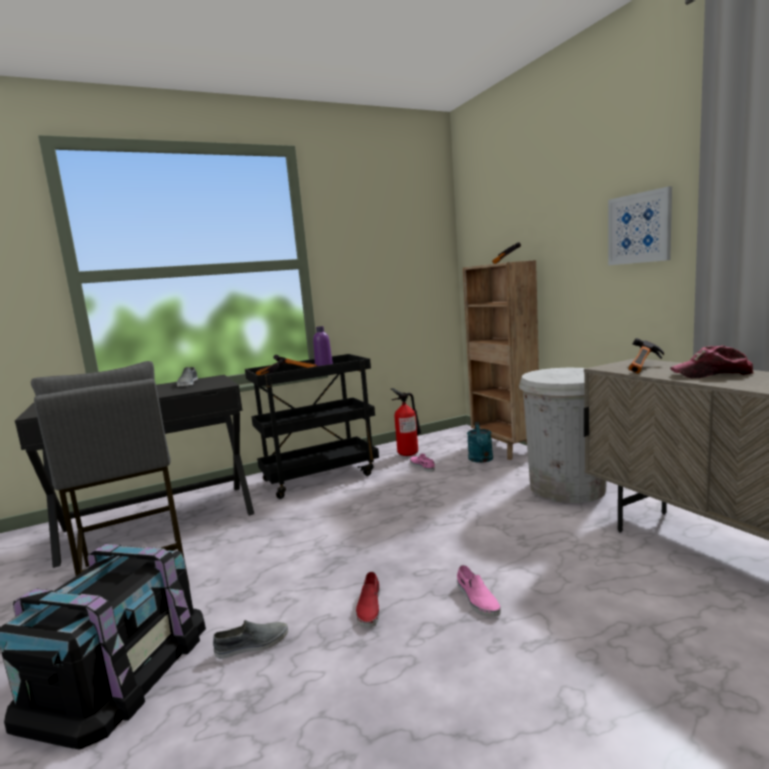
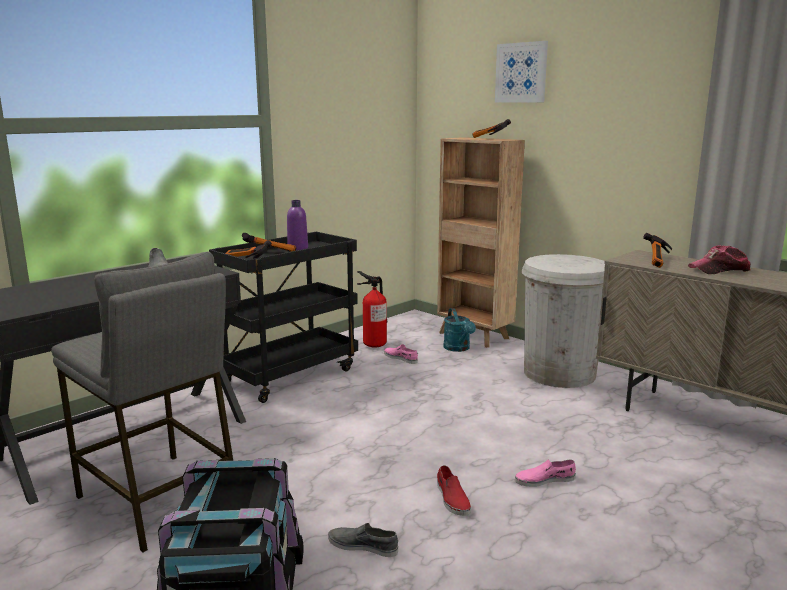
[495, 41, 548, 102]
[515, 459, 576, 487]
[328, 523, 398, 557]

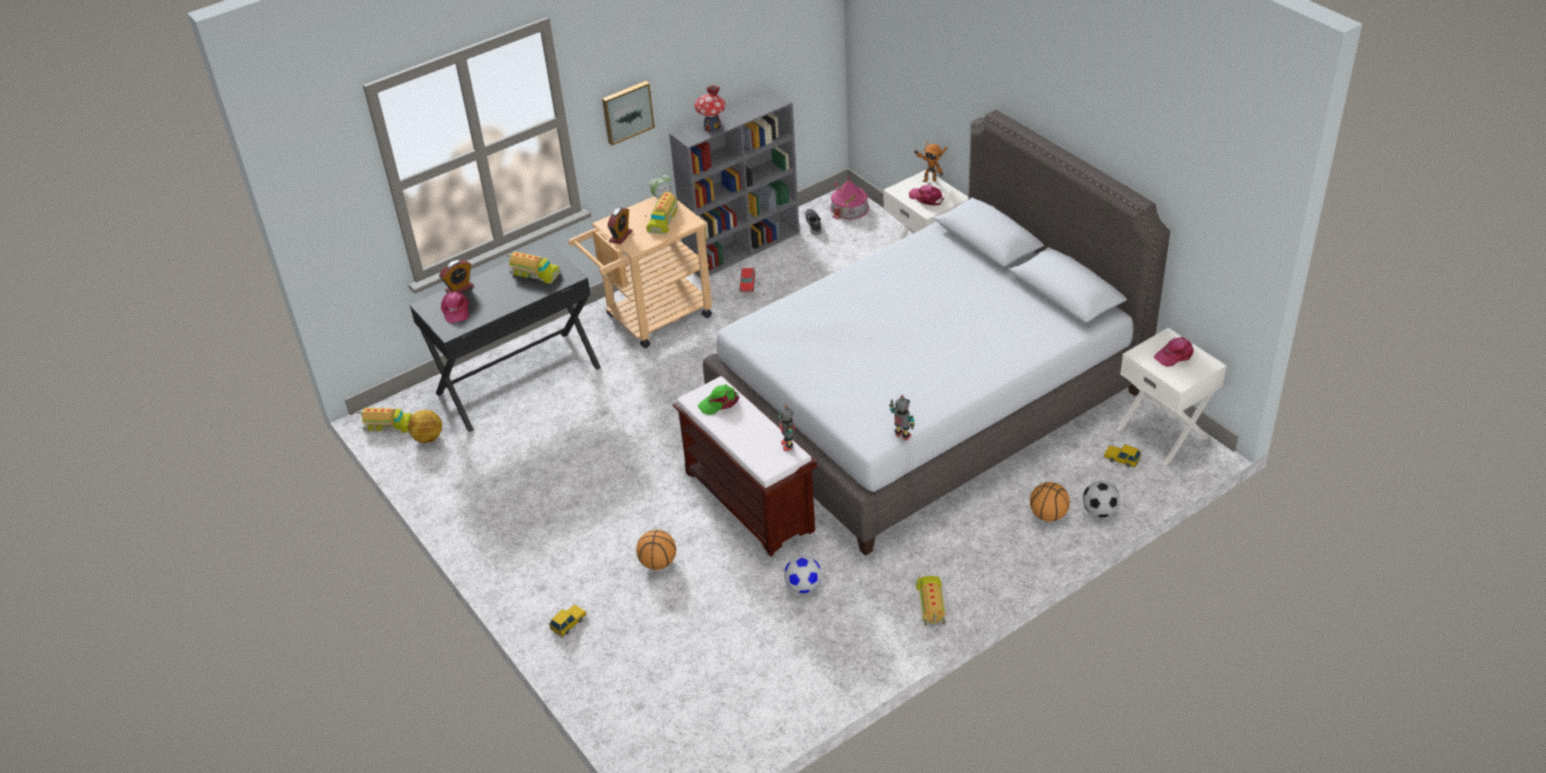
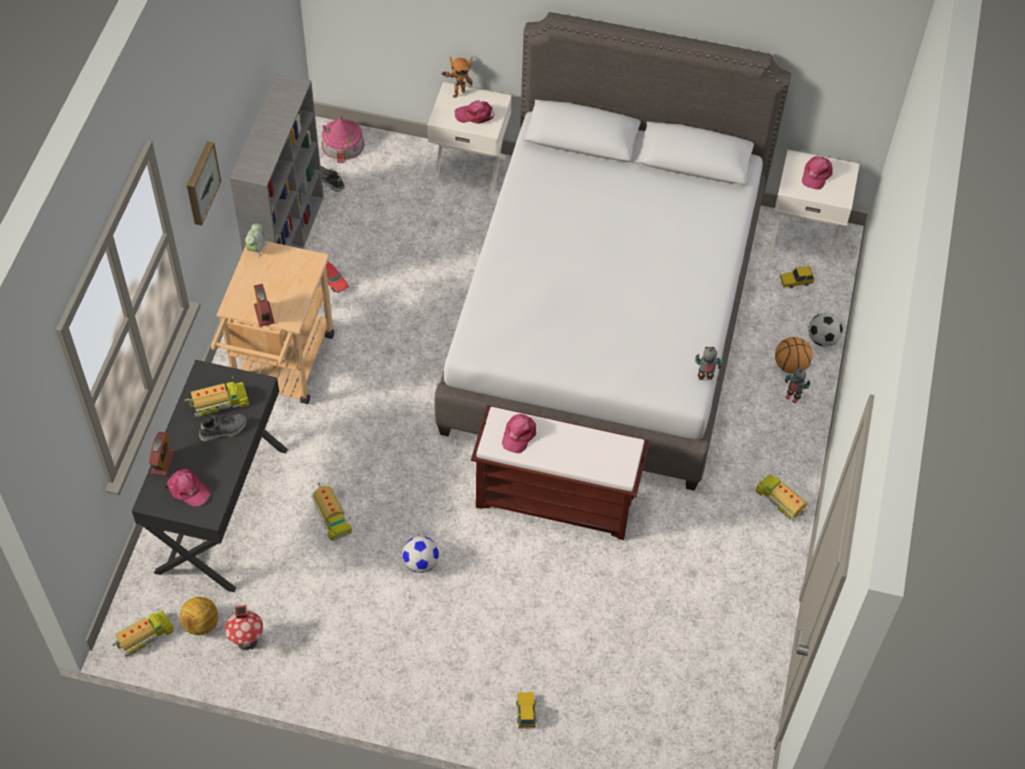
[225, 605, 263, 650]
[311, 483, 352, 541]
[502, 414, 536, 453]
[785, 368, 811, 404]
[636, 530, 676, 570] (first image)
[402, 536, 439, 573]
[199, 414, 246, 441]

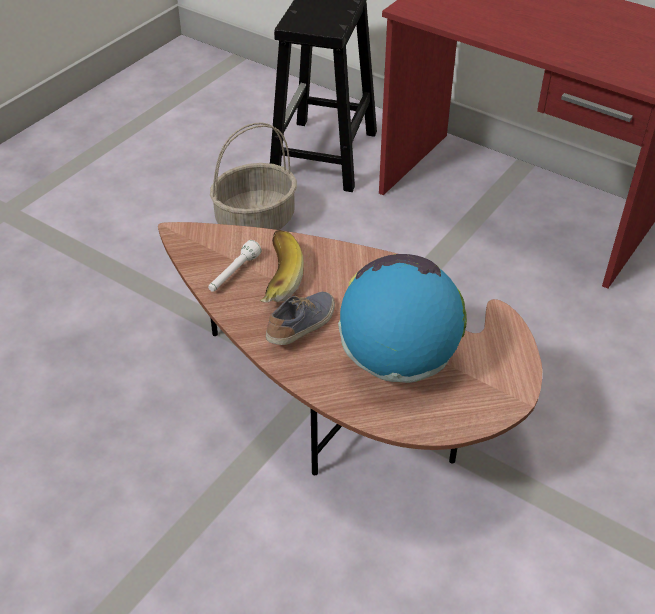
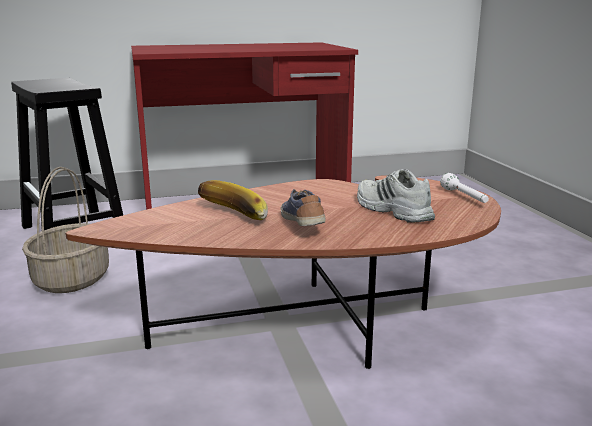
[440, 173, 489, 203]
[357, 169, 435, 223]

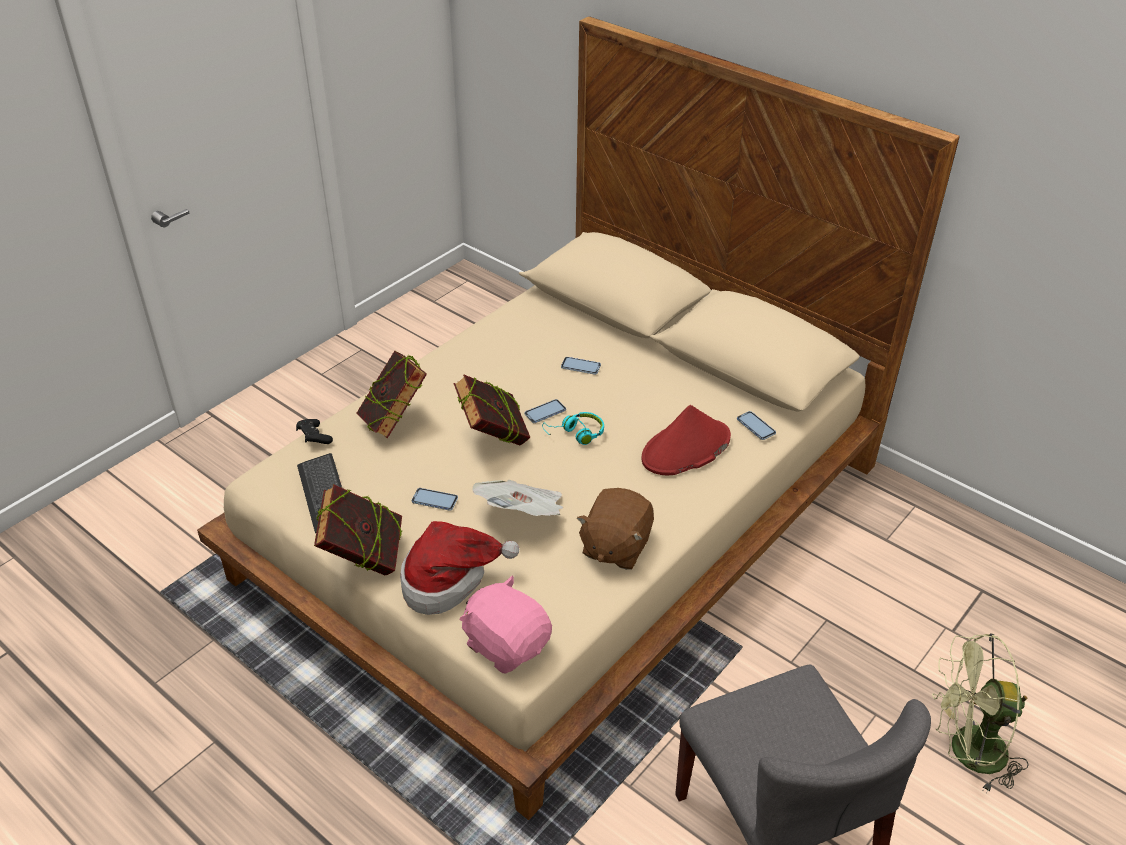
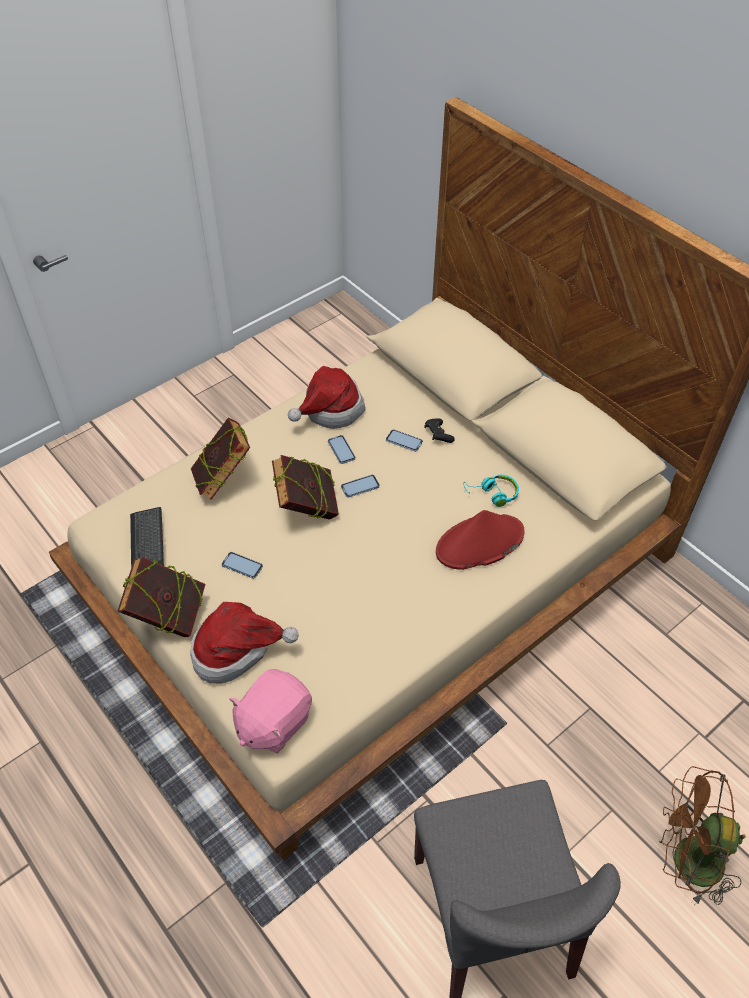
[328, 435, 356, 464]
[463, 474, 519, 507]
[424, 419, 455, 443]
[472, 480, 563, 516] (first image)
[576, 488, 654, 570] (first image)
[229, 669, 312, 754]
[659, 766, 746, 905]
[288, 366, 365, 429]

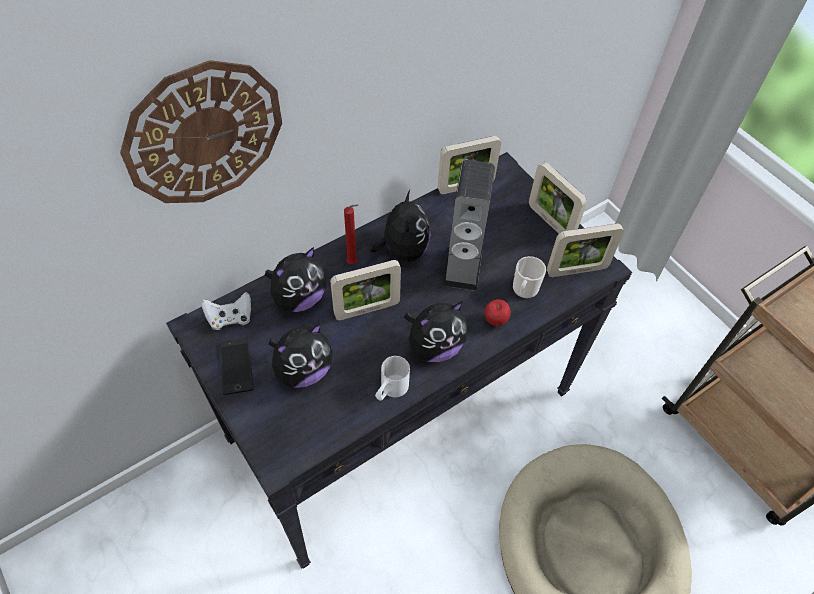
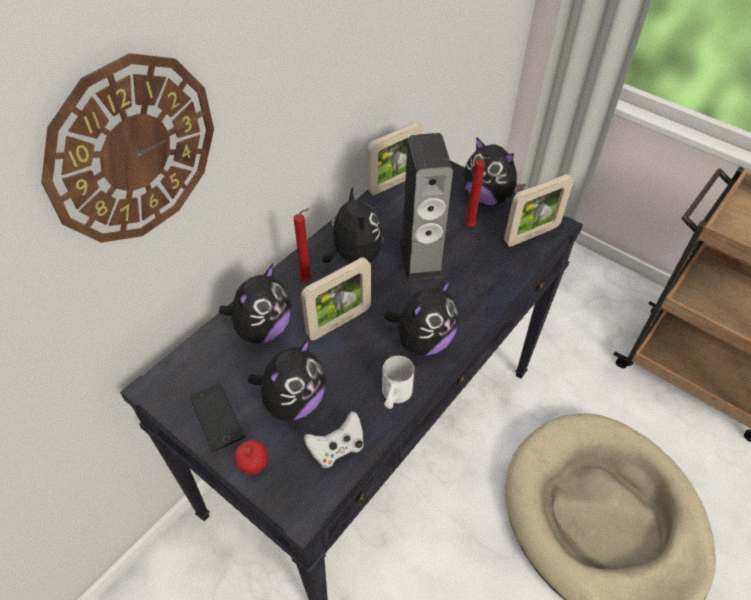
[463, 138, 526, 205]
[513, 256, 546, 299] (first image)
[304, 411, 364, 468]
[234, 440, 268, 475]
[465, 157, 491, 227]

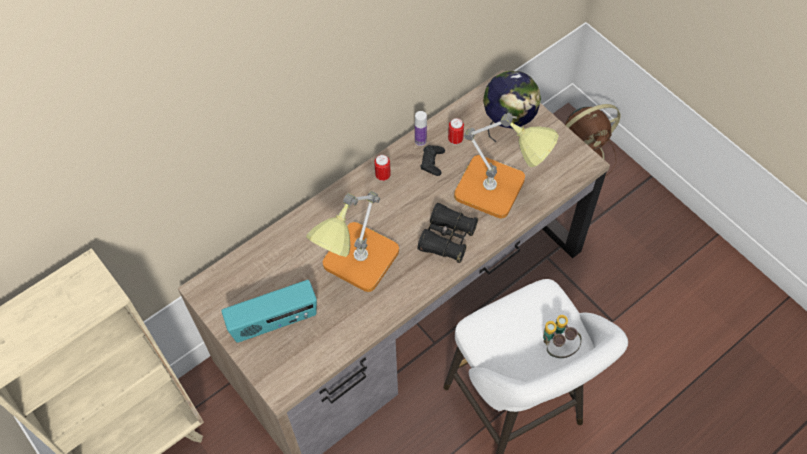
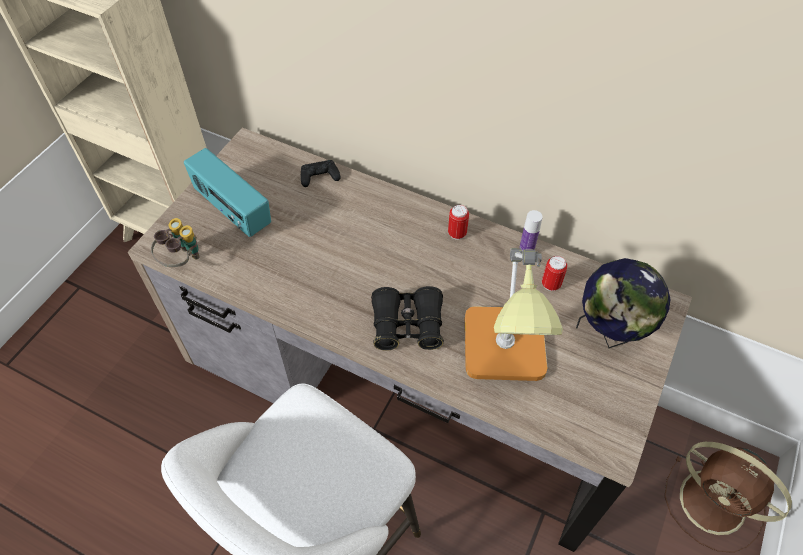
[301, 160, 341, 187]
[306, 191, 399, 292] (first image)
[151, 218, 200, 267]

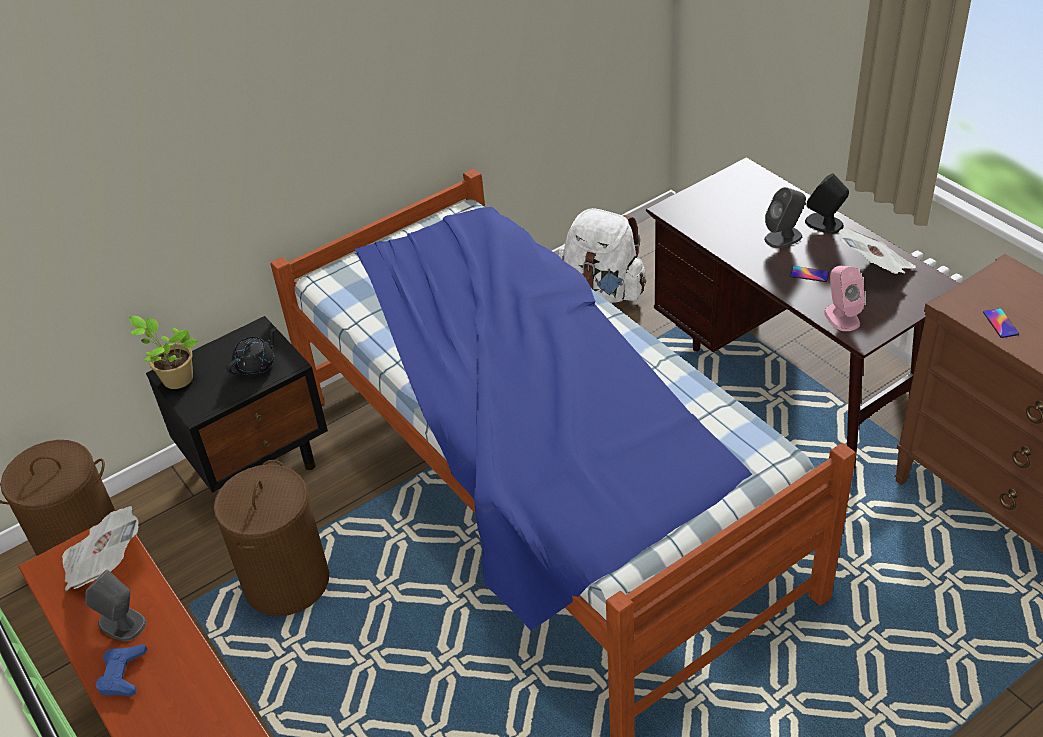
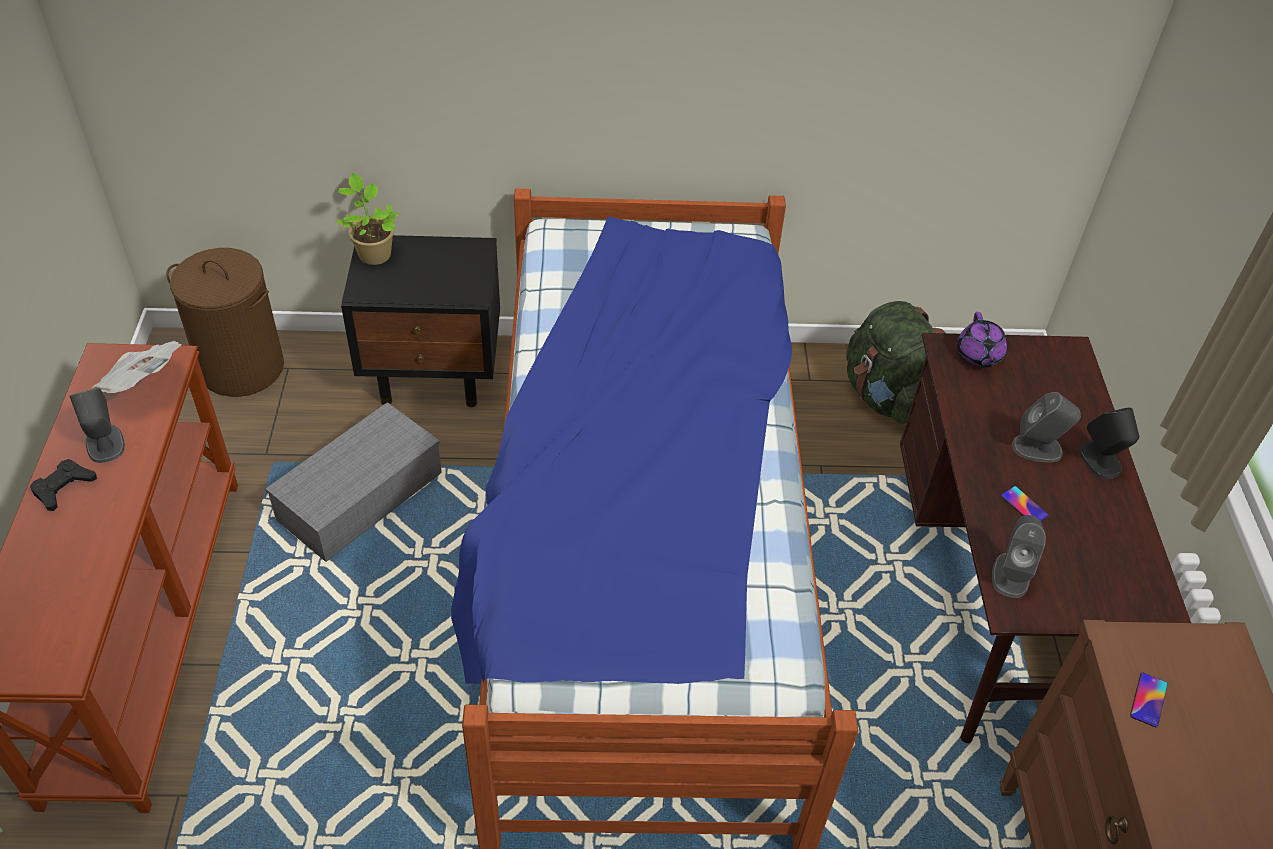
[846, 301, 945, 424]
[839, 228, 916, 274] (first image)
[992, 515, 1046, 598]
[226, 327, 276, 376] (first image)
[266, 402, 442, 562]
[30, 459, 97, 511]
[957, 312, 1007, 367]

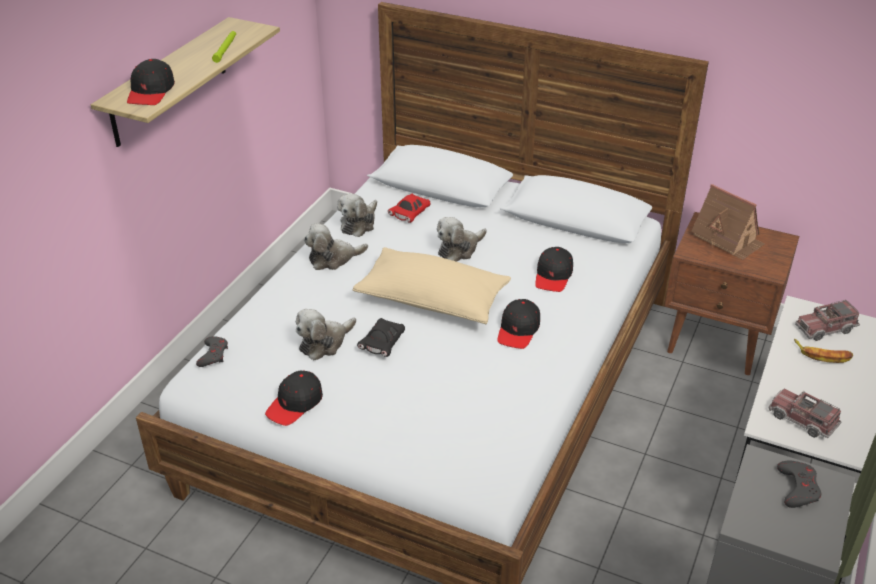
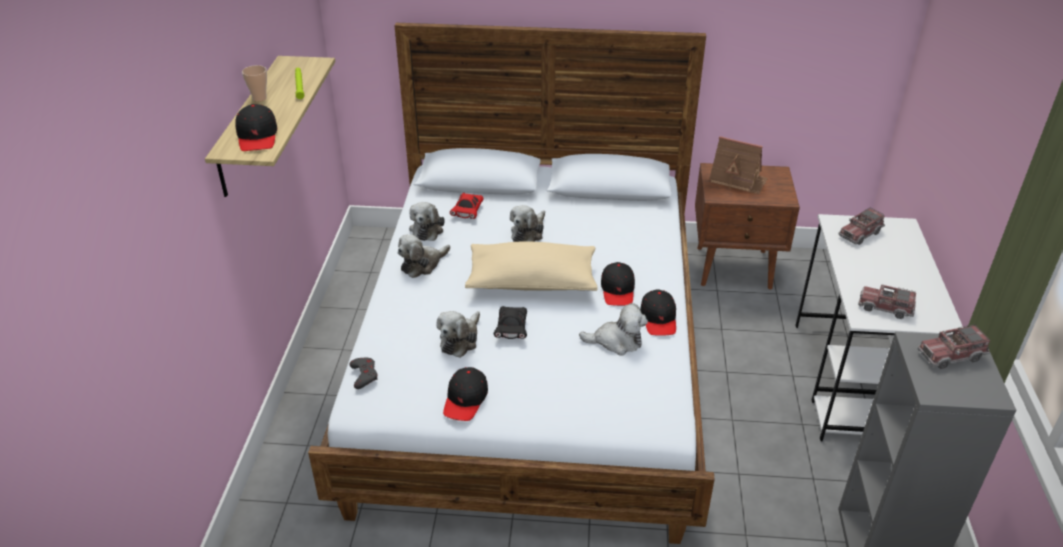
[640, 289, 676, 336]
[794, 339, 853, 363] (first image)
[917, 324, 990, 369]
[242, 65, 267, 102]
[579, 303, 648, 356]

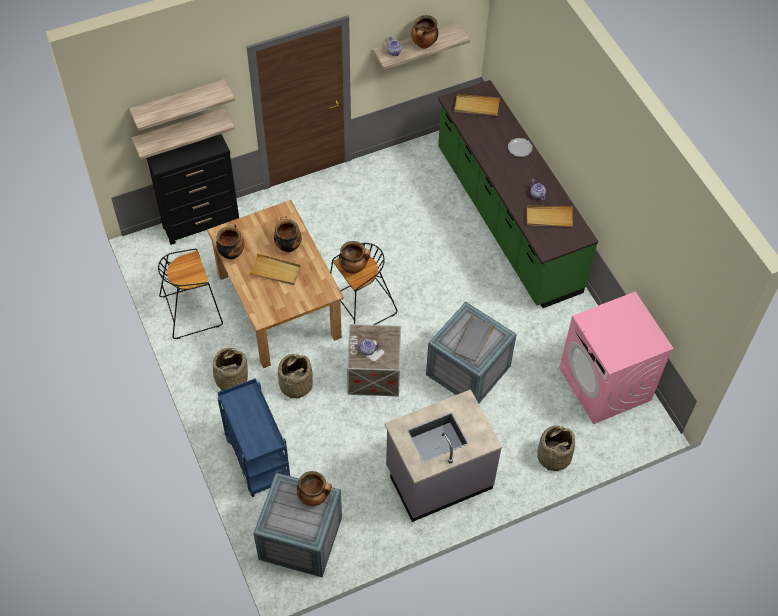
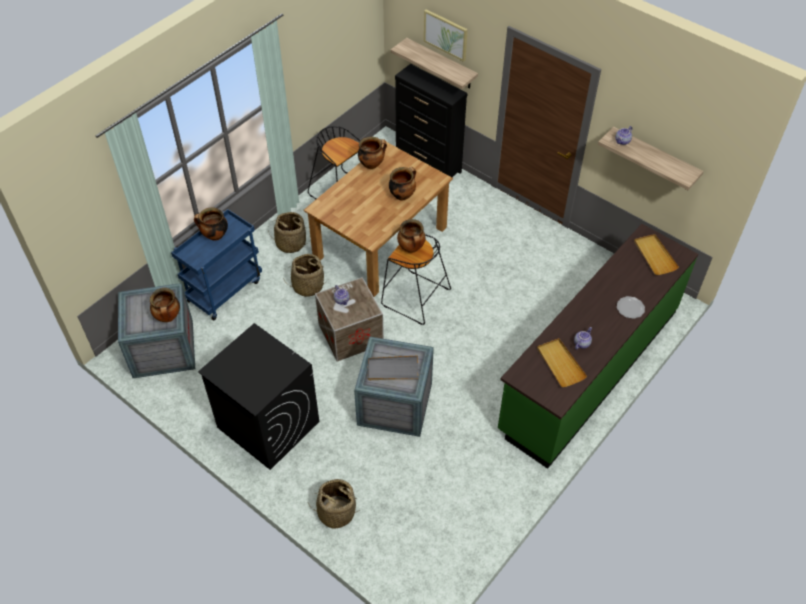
[194, 207, 228, 241]
[424, 9, 468, 62]
[250, 253, 301, 285] (first image)
[559, 292, 674, 424] (first image)
[198, 323, 319, 470]

